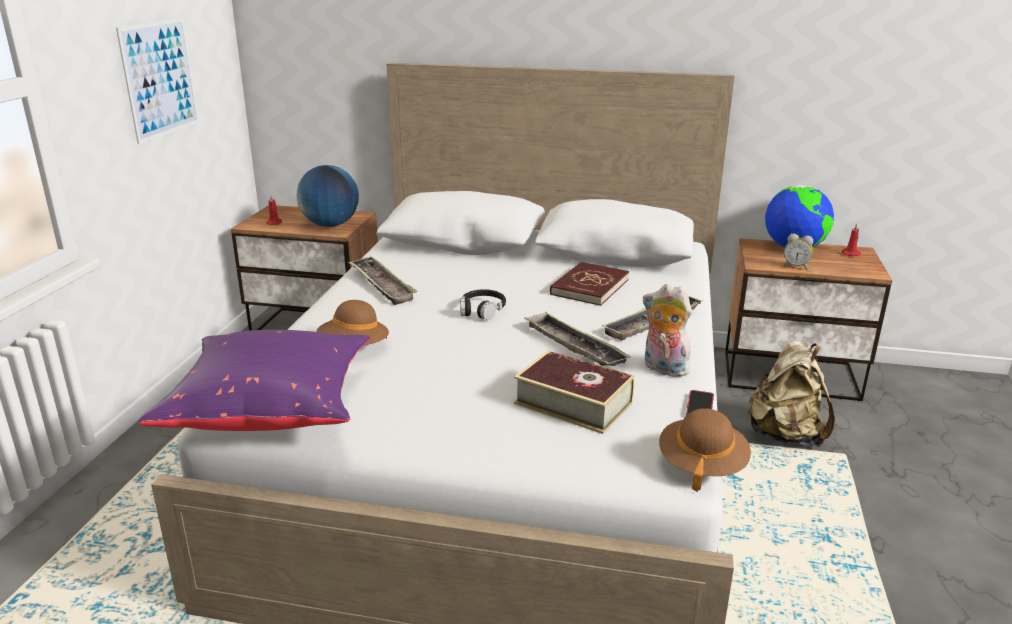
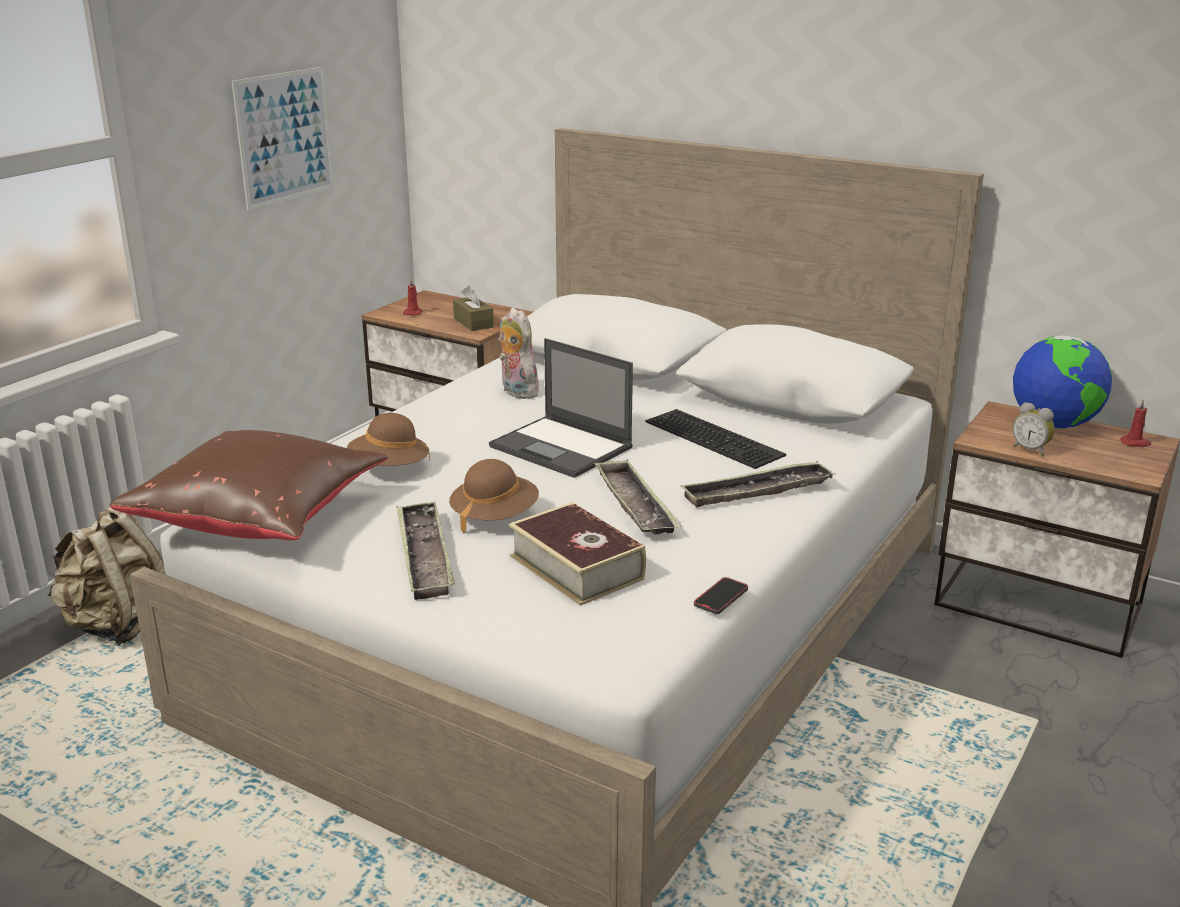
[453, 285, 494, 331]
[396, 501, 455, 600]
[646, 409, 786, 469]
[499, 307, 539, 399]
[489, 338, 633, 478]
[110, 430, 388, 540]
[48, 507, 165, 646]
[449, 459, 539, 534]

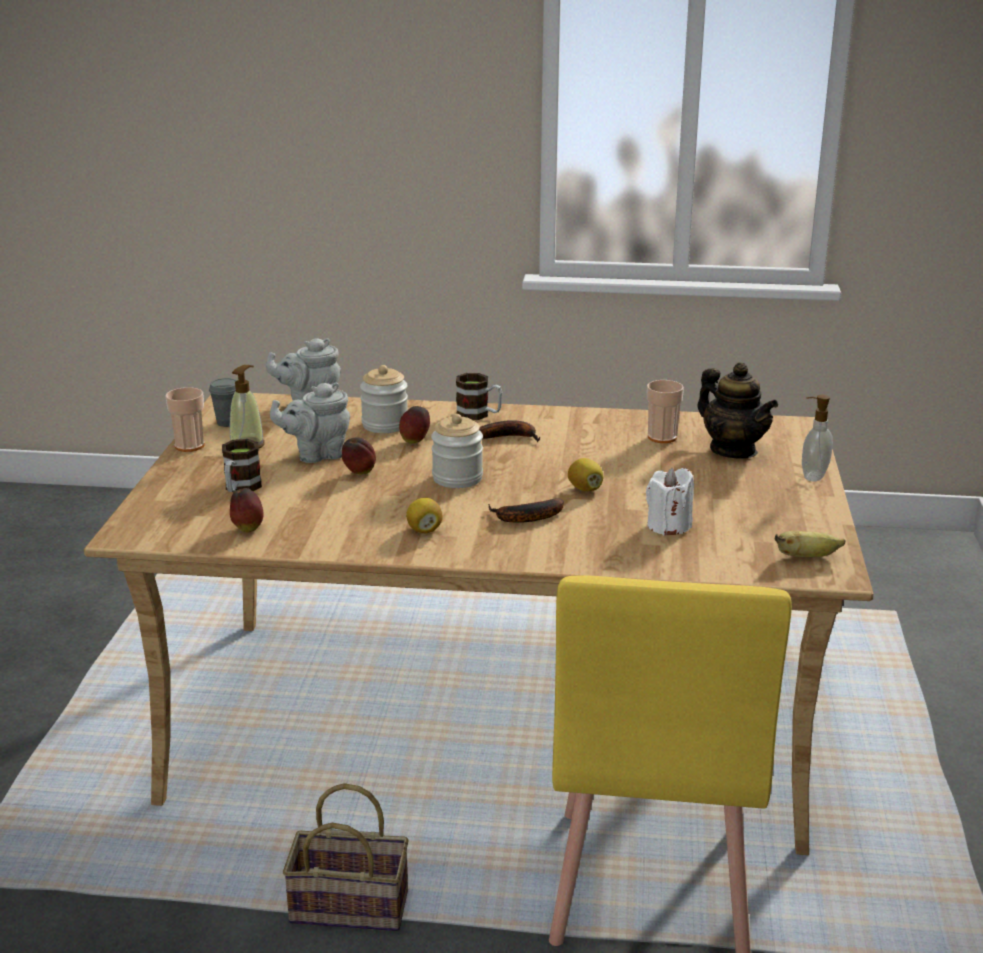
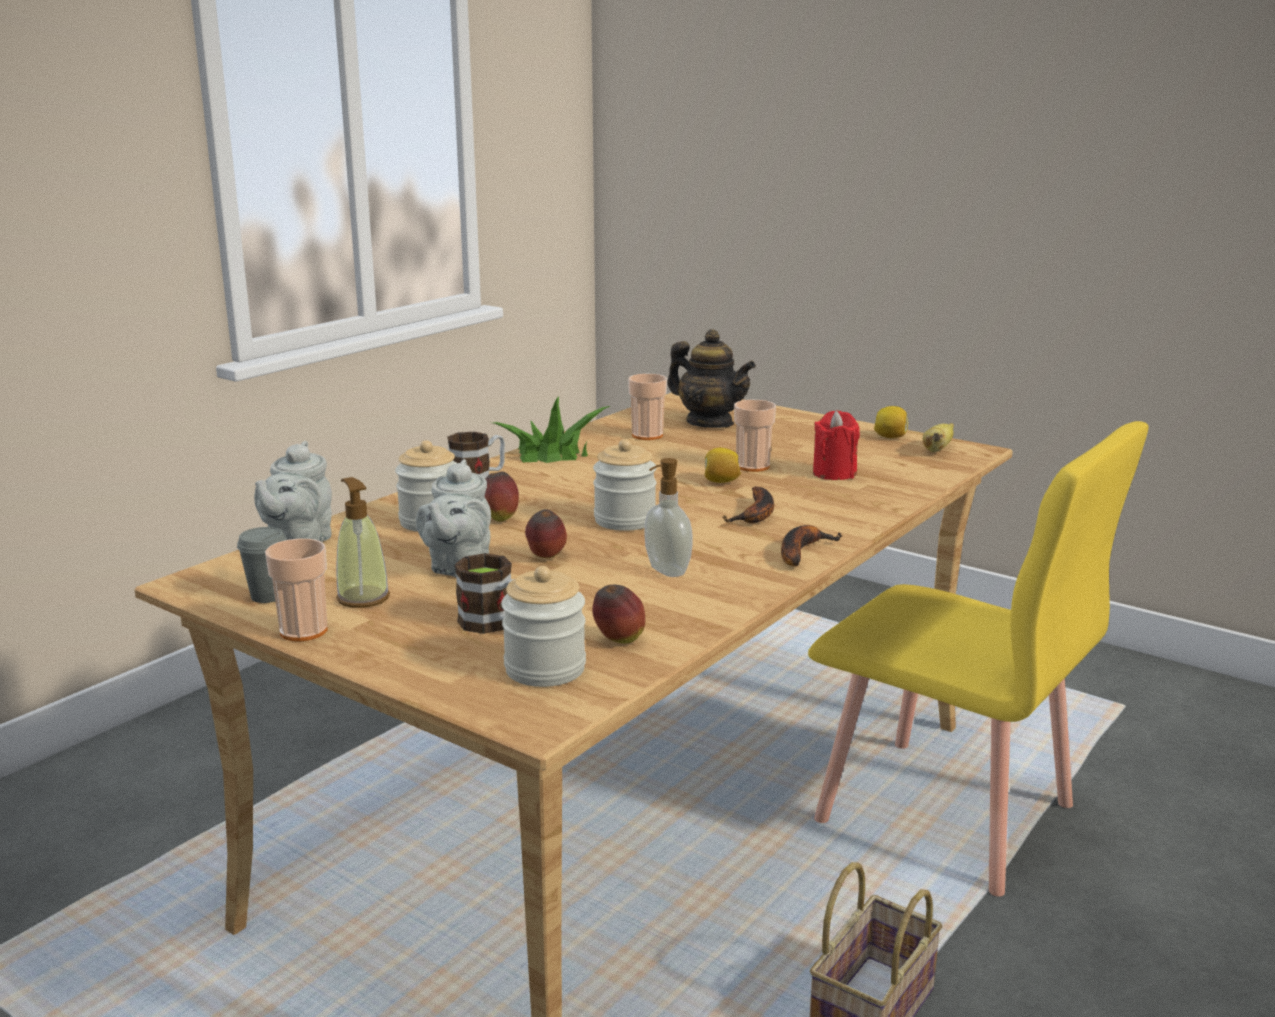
[667, 329, 756, 428]
[644, 458, 693, 577]
[781, 525, 842, 566]
[813, 410, 860, 480]
[874, 406, 908, 438]
[493, 396, 610, 463]
[734, 400, 776, 472]
[501, 566, 586, 687]

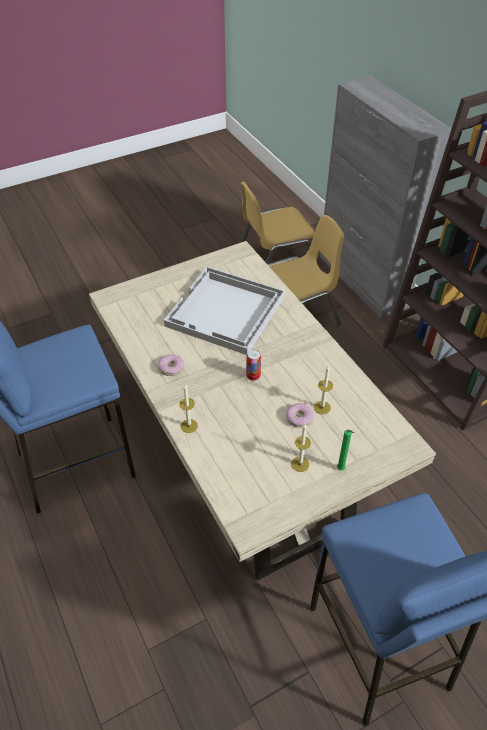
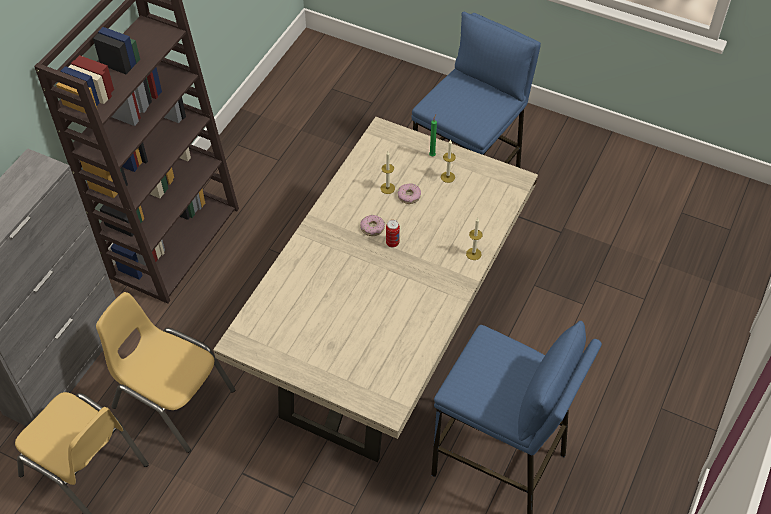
[164, 267, 285, 355] (first image)
[360, 215, 385, 236]

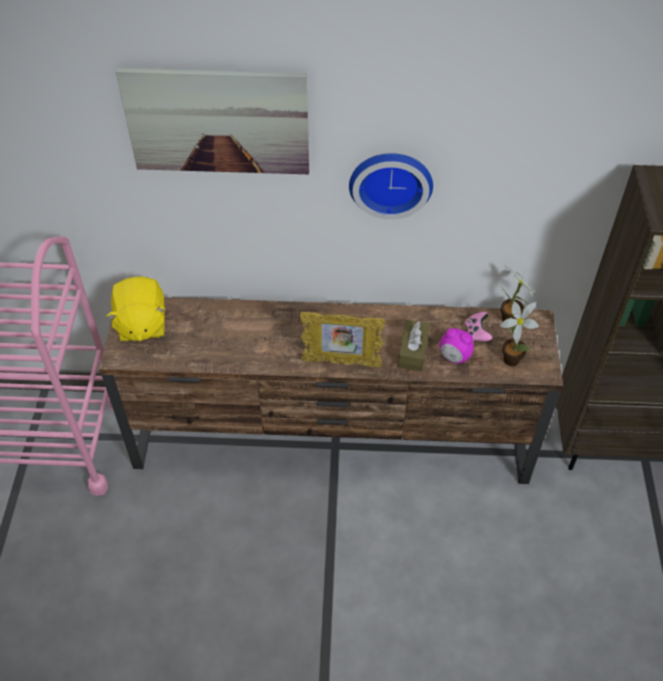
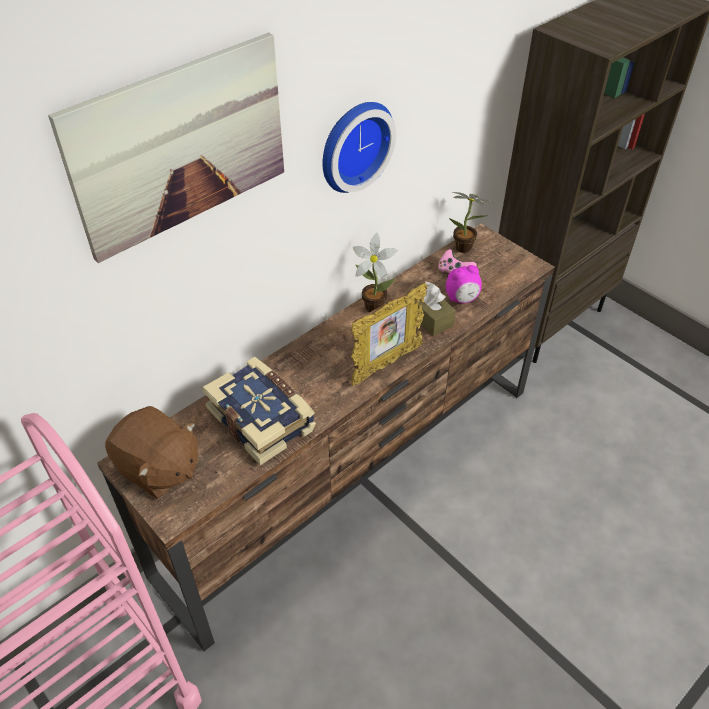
[105, 406, 198, 499]
[353, 233, 397, 313]
[202, 357, 316, 465]

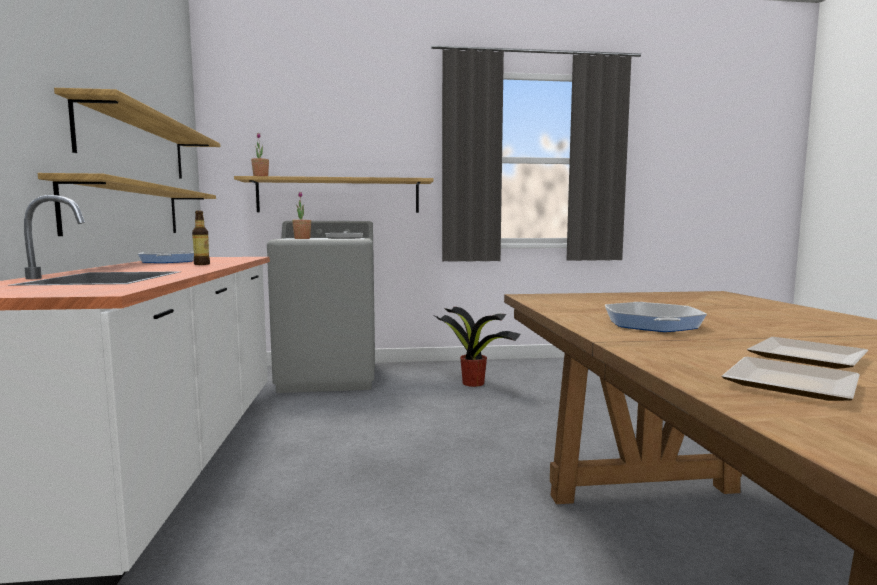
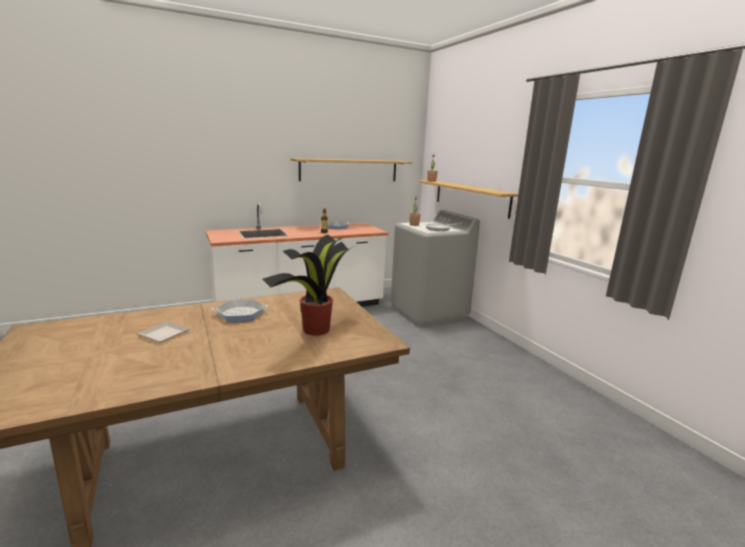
[38, 173, 216, 236] (first image)
[262, 234, 355, 336]
[722, 357, 860, 401] (first image)

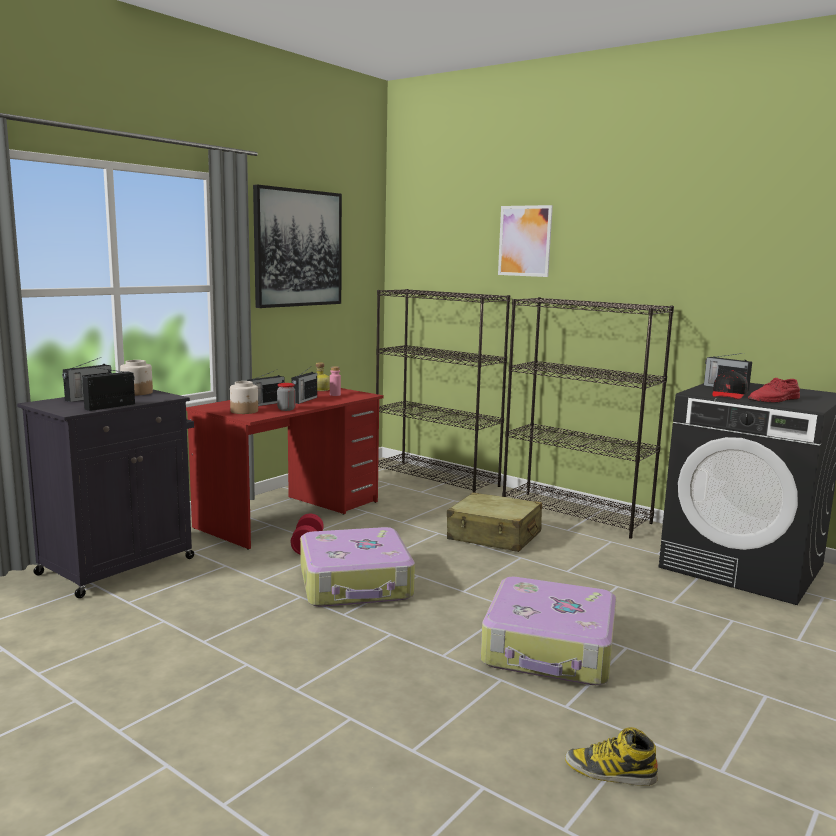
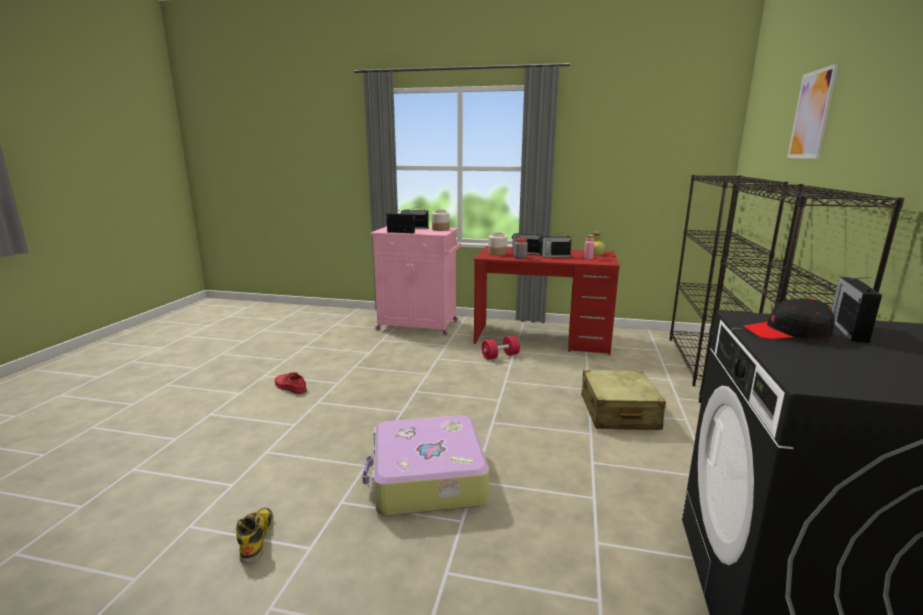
[253, 185, 342, 308] (first image)
[275, 372, 307, 394]
[370, 226, 461, 336]
[300, 527, 415, 607] (first image)

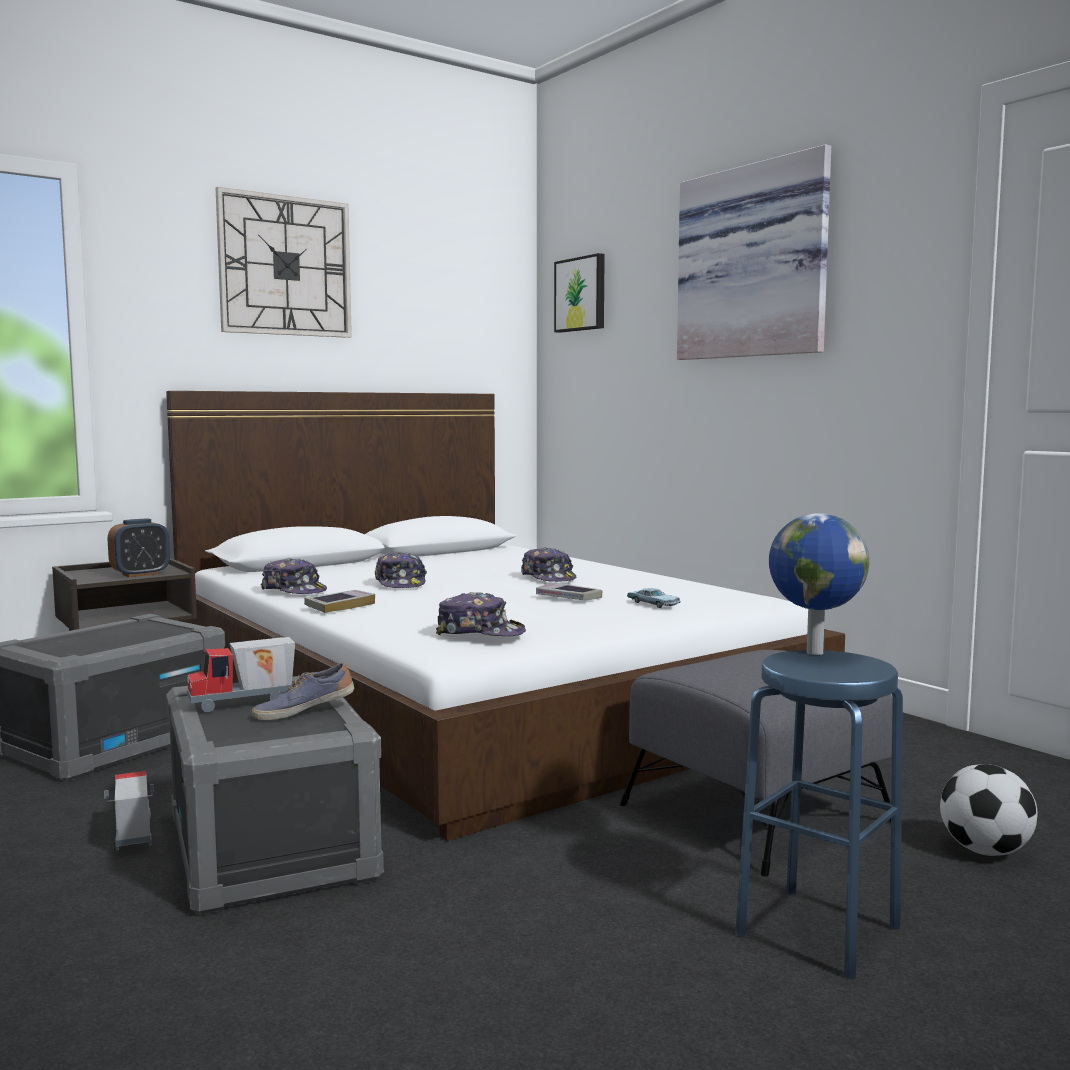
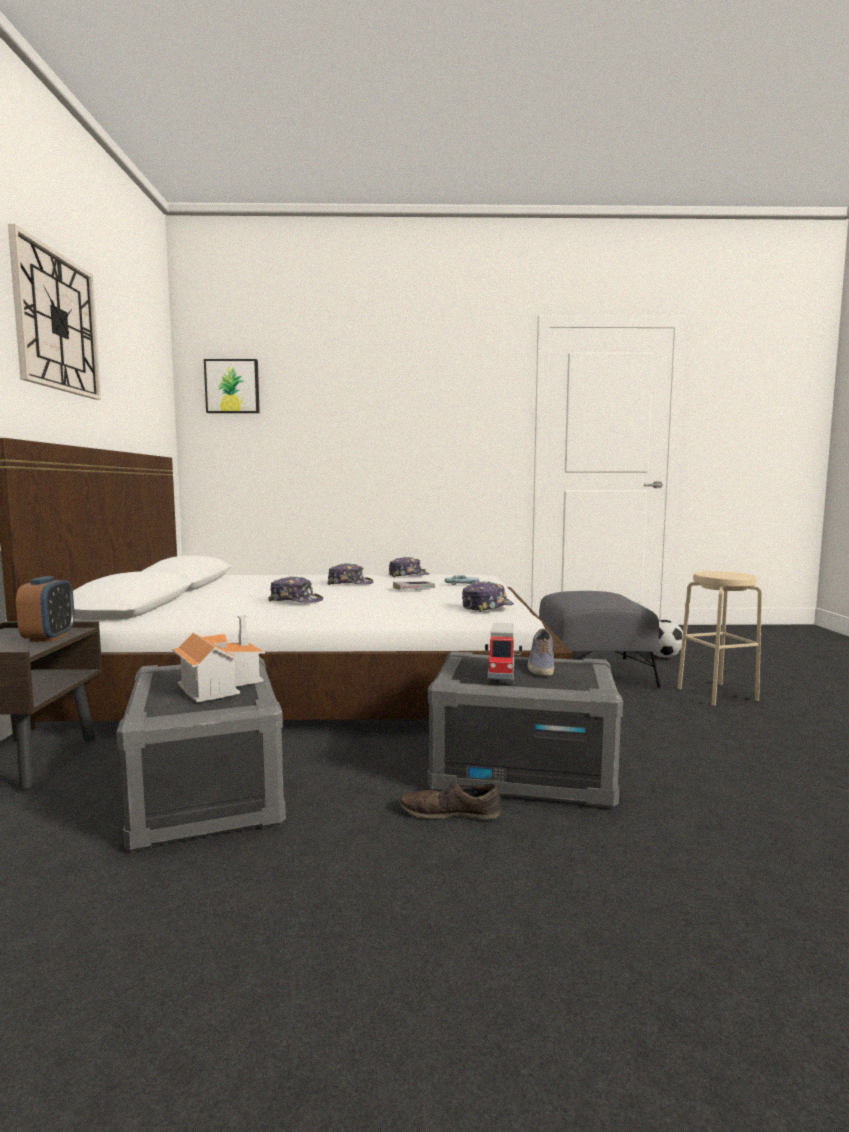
[677, 144, 831, 360] (first image)
[769, 513, 869, 655] (first image)
[388, 557, 429, 577]
[304, 590, 375, 613] (first image)
[677, 571, 762, 706]
[399, 781, 501, 820]
[172, 615, 265, 702]

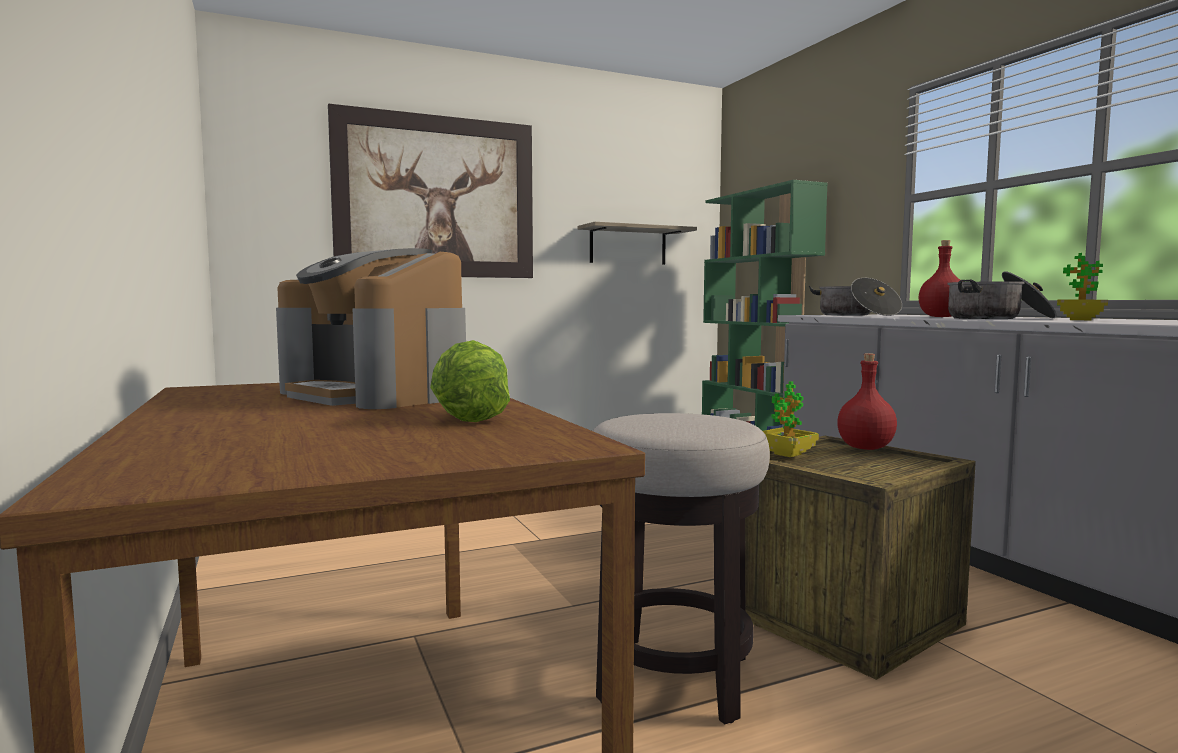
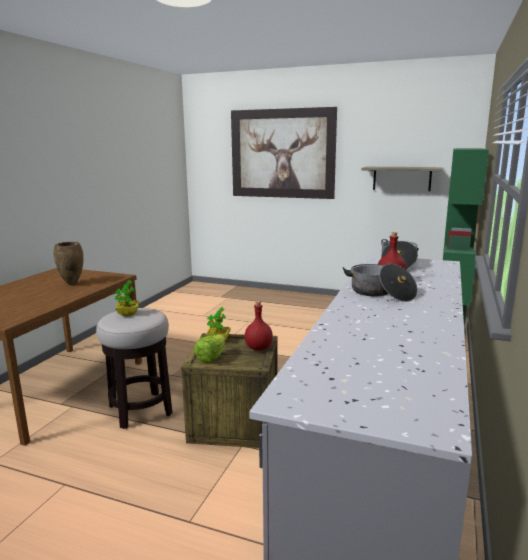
[53, 242, 83, 285]
[115, 280, 139, 316]
[194, 335, 225, 363]

